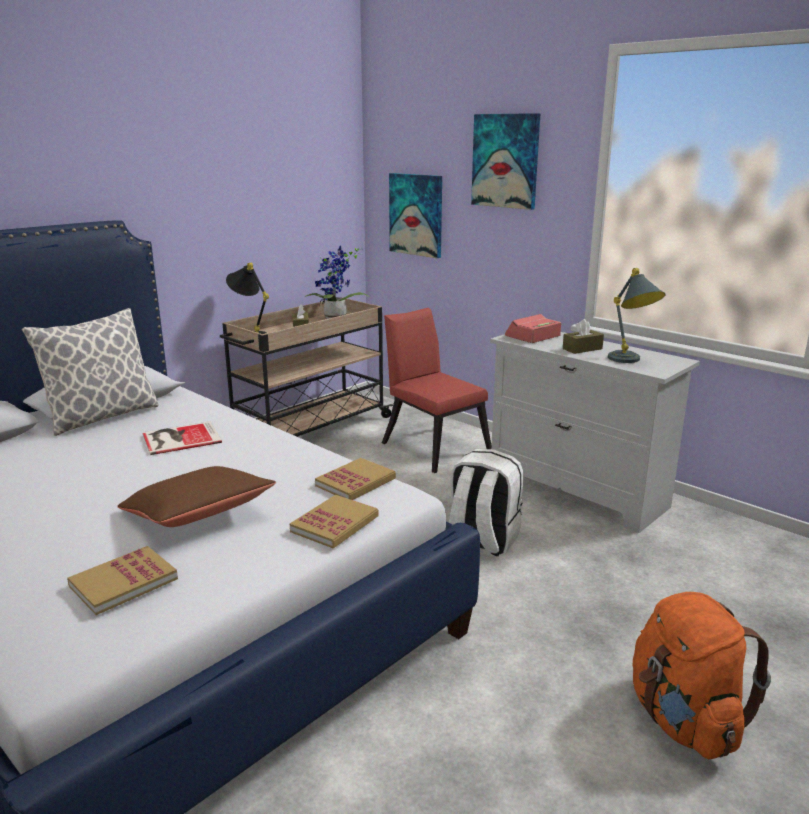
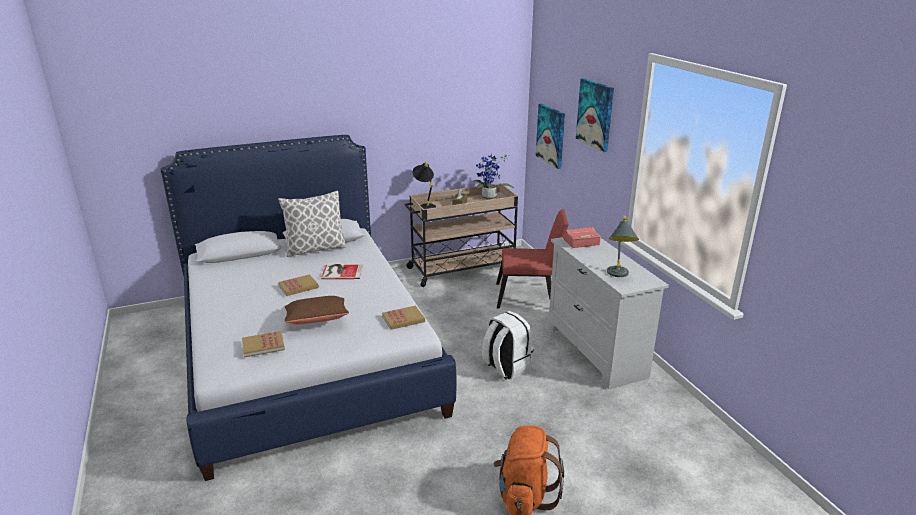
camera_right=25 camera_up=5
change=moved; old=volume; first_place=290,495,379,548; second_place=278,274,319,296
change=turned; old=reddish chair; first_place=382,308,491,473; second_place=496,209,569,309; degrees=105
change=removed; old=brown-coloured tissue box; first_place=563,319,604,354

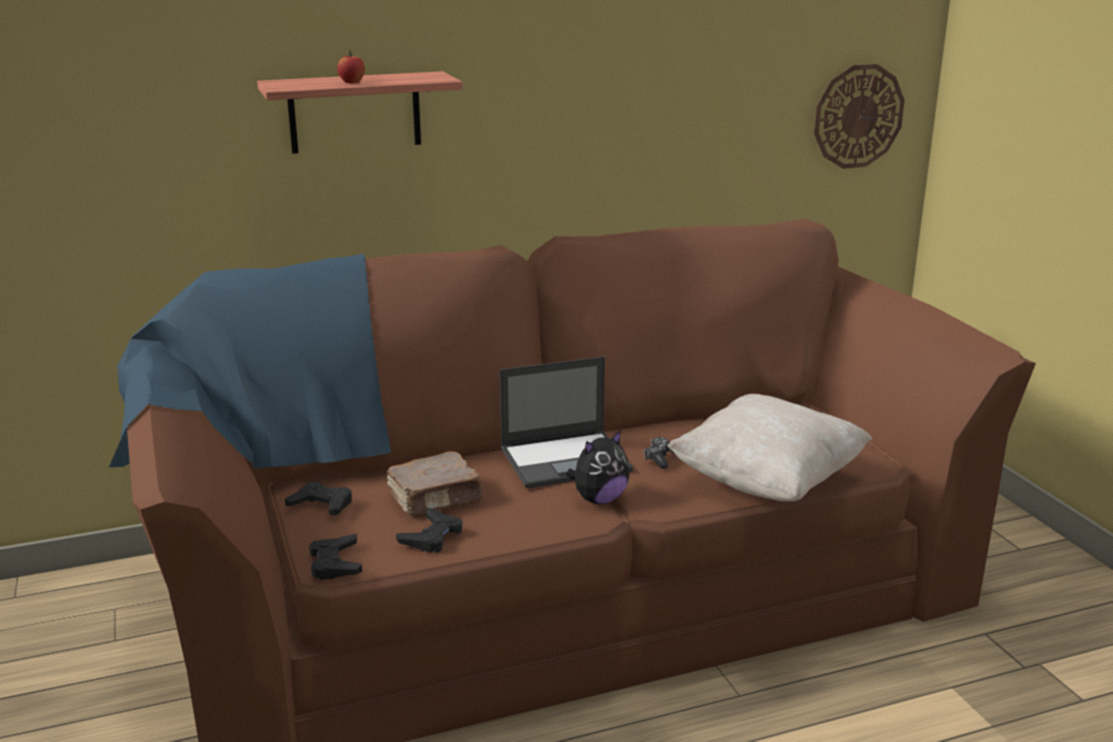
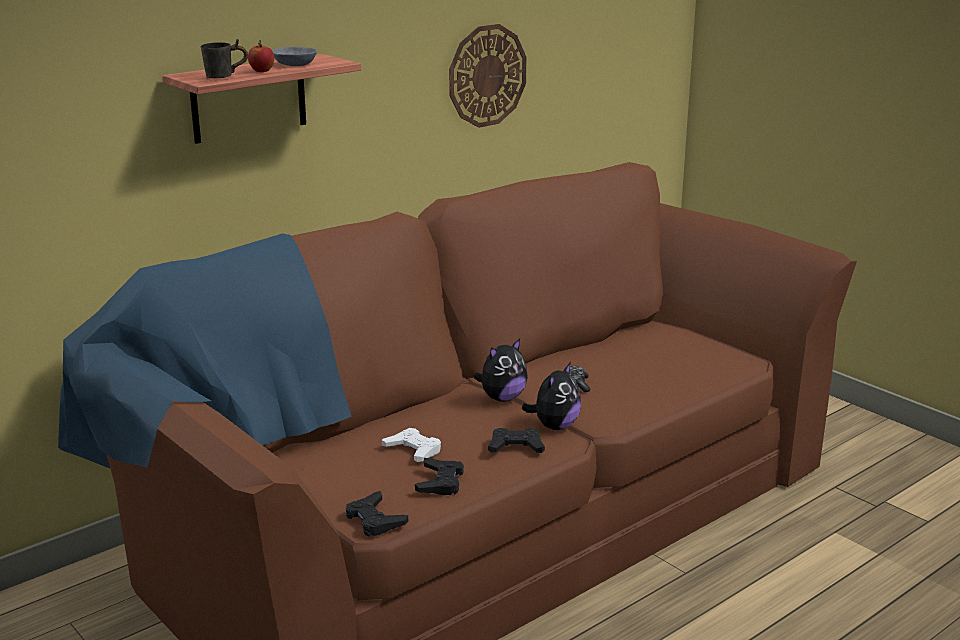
camera_right=-20 camera_up=0
change=moved; old=black game controller; first_place=285,482,352,516; second_place=488,428,545,453
change=replaced; old=brown-coloured volume; new=white-coloured game controller; first_place=387,451,483,515; second_place=382,428,441,462
change=replaced; old=laptop; new=cuddly toy; first_place=500,356,633,489; second_place=474,338,528,402
change=removed; old=sand-coloured cushion; first_place=667,394,872,501
change=moved; old=hanging clock; first_place=814,64,905,169; second_place=449,24,527,128
change=added; new=grey coffee mug; second_place=201,39,248,78
change=added; new=grey bowl; second_place=272,47,317,66

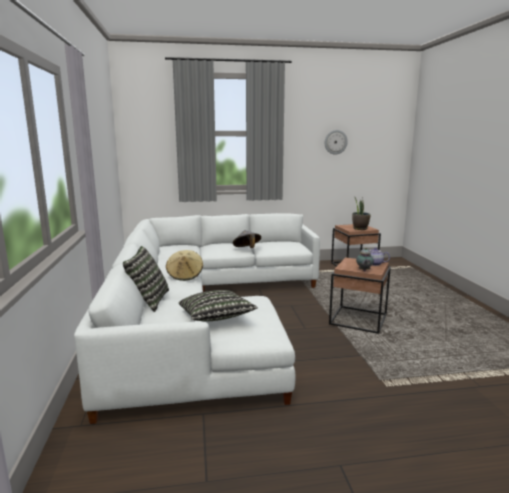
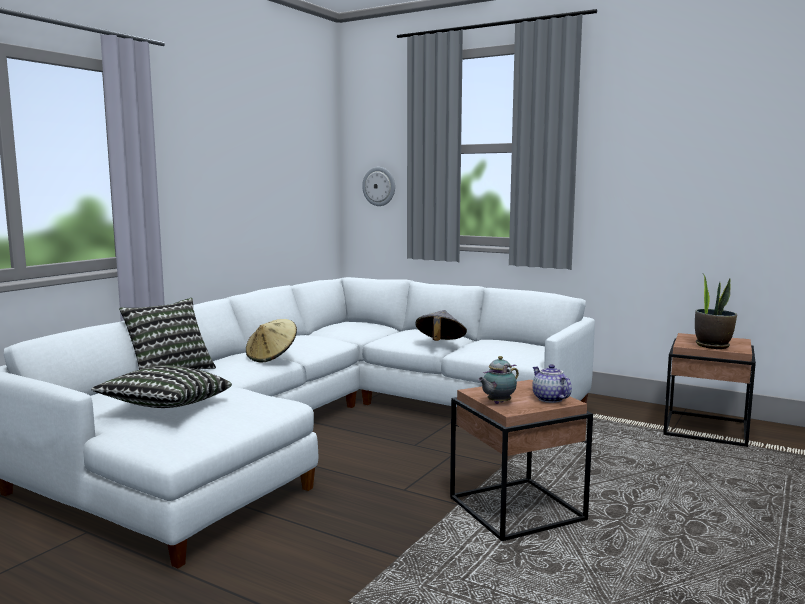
camera_right=40 camera_up=-5
change=moved; old=hanging clock; first_place=325,130,348,155; second_place=362,167,395,206

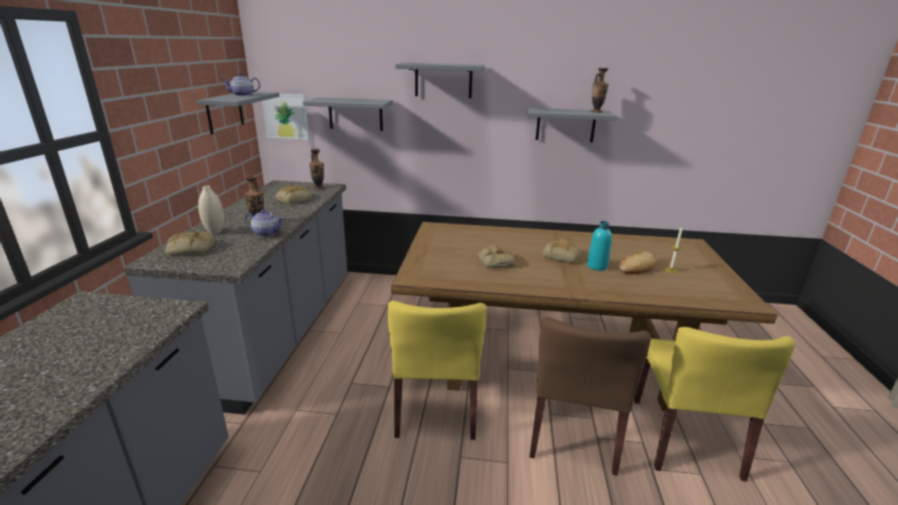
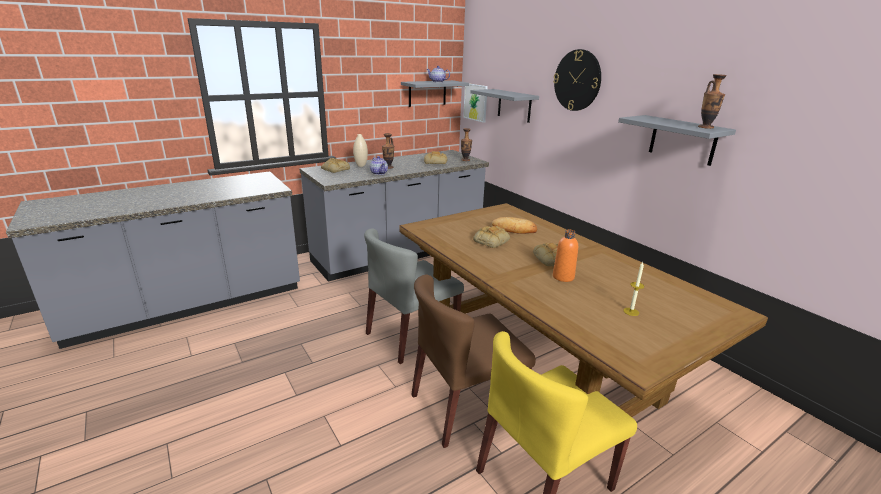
camera_right=50 camera_up=0
change=recoloured; old=yellow-coloured chair; new=grey chair; first_place=388,301,487,440; second_place=364,228,464,364
change=replaced; old=grey bracket shelf; new=hanging clock; first_place=395,63,485,98; second_place=553,49,601,111
change=recoloured; old=blue-green drink bottle; new=orange drink bottle; first_place=587,221,612,271; second_place=553,229,578,282
change=moved; old=baked bread; first_place=619,252,657,274; second_place=492,217,537,234

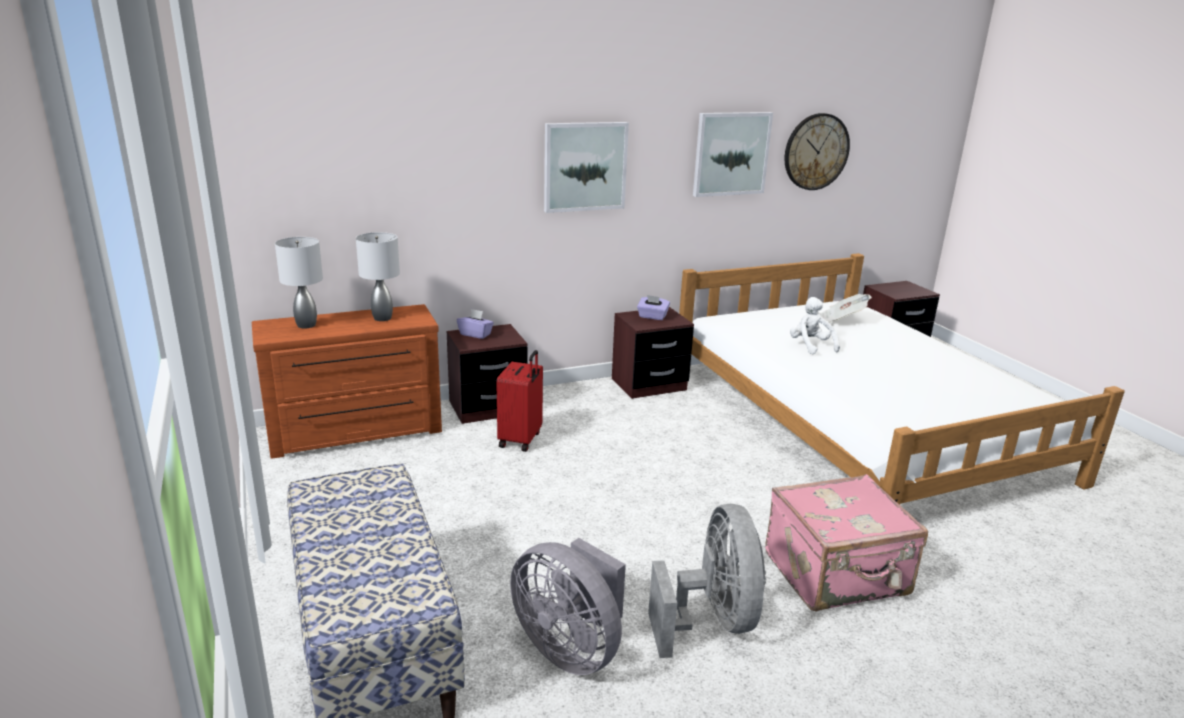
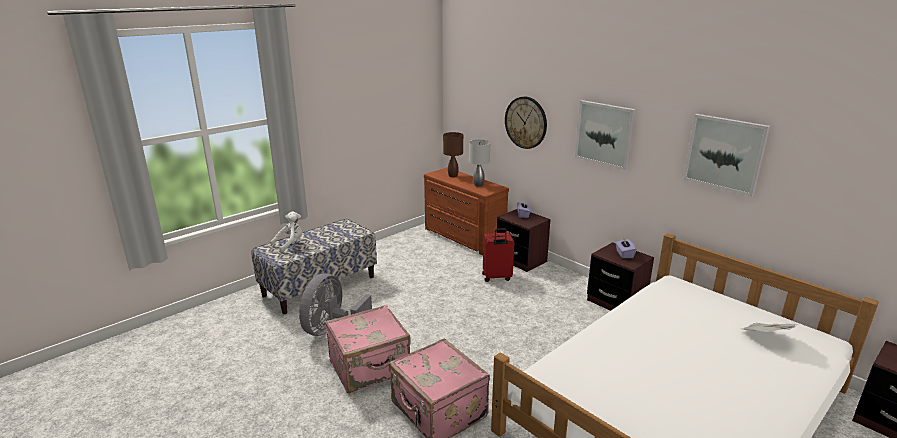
camera_right=70 camera_up=0
change=recoloured; old=grey tabletop lamp; new=brown-coloured tabletop lamp; first_place=275,237,323,329; second_place=443,132,463,177
change=replaced; old=grey cooling fan; new=pink-coloured piece of luggage; first_place=648,504,766,658; second_place=325,305,411,393
change=moved; old=hanging clock; first_place=785,113,850,190; second_place=505,97,547,149
change=moved; old=white-coloured cuddly toy; first_place=790,297,840,355; second_place=271,211,303,252

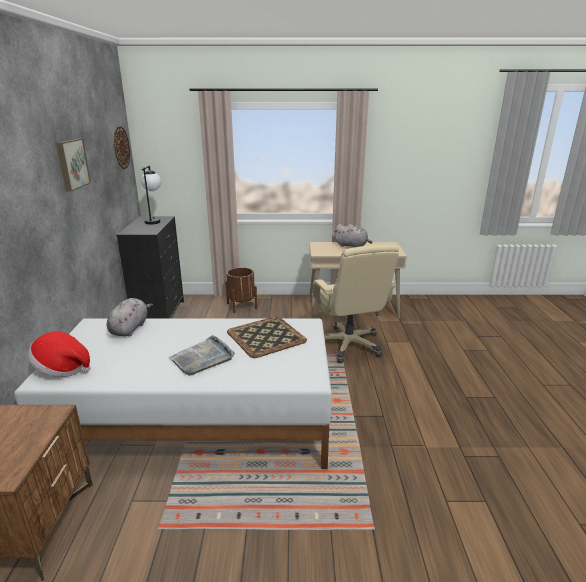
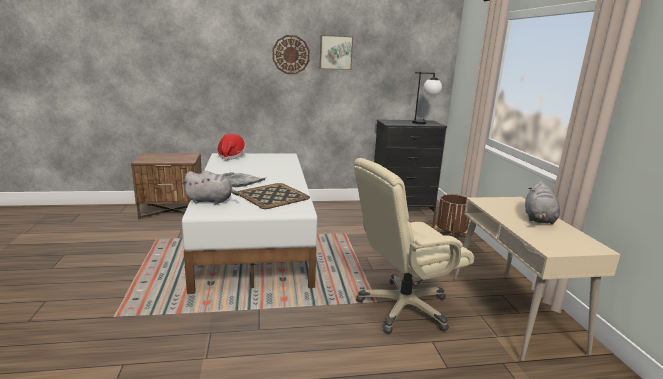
camera_right=80 camera_up=-5
change=moved; old=grey cuddly toy; first_place=107,298,153,336; second_place=182,171,239,205
change=moved; old=hanging clock; first_place=114,126,130,169; second_place=272,35,310,74

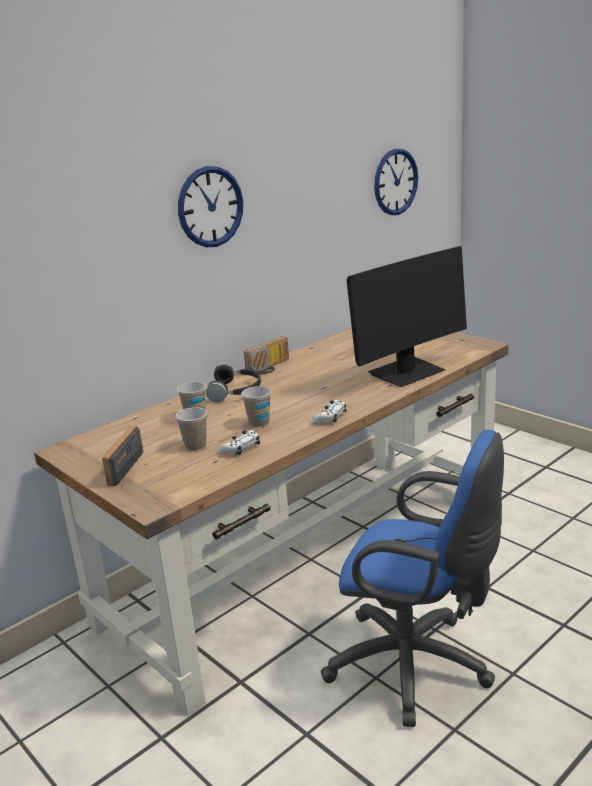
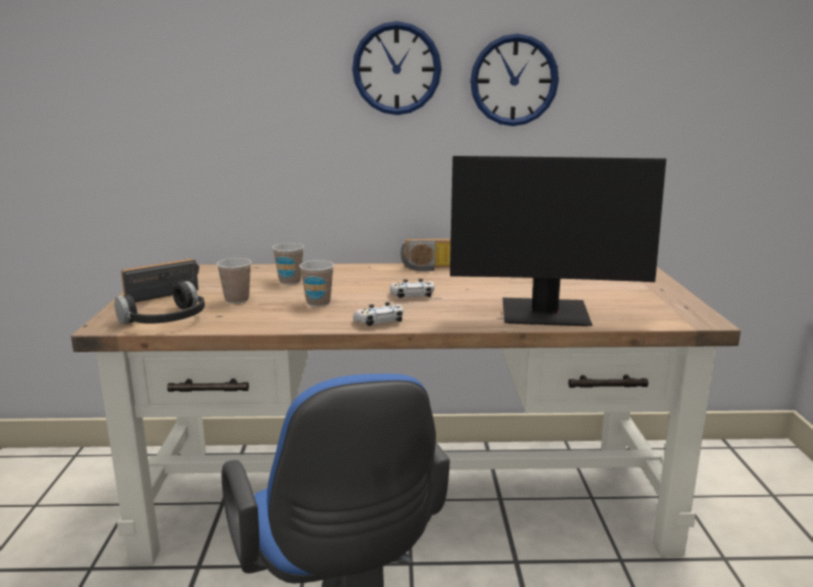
camera_right=40 camera_up=-5
change=moved; old=black pair of headphones; first_place=206,363,261,403; second_place=114,281,205,324
change=moved; old=white-coloured game controller; first_place=218,430,260,455; second_place=390,279,435,298
change=moved; old=hanging clock; first_place=374,149,418,215; second_place=470,34,559,126

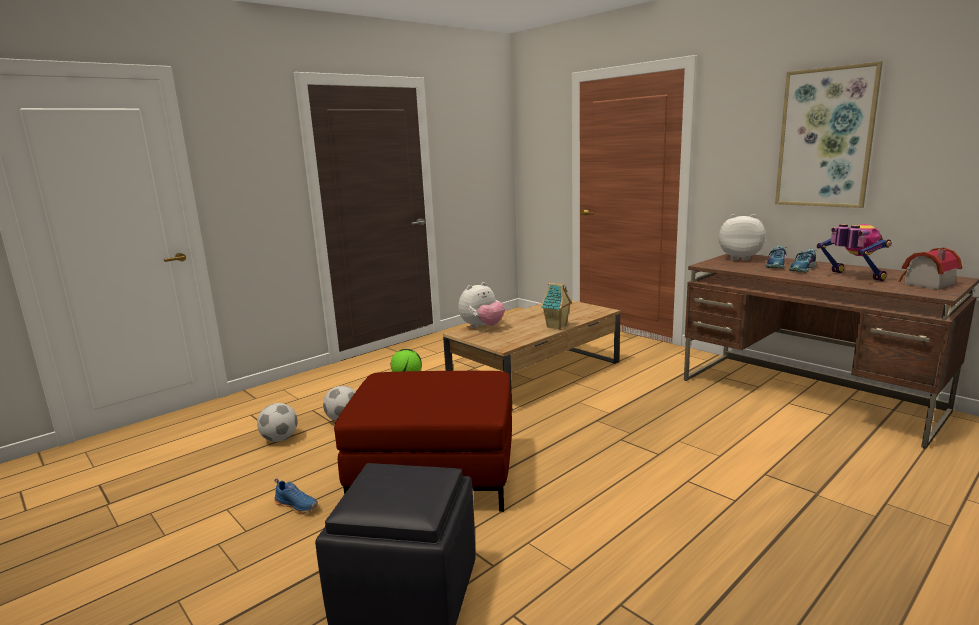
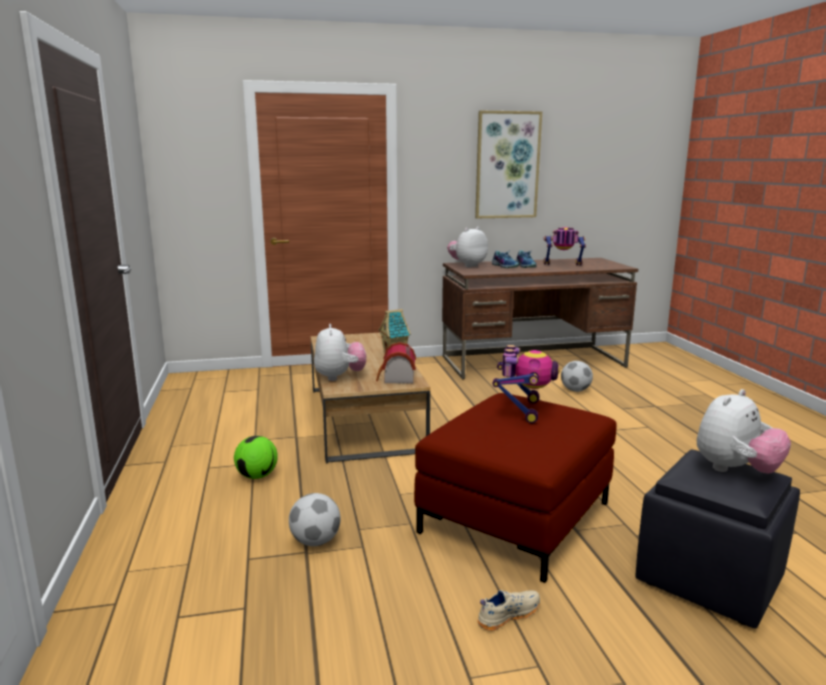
camera_right=-60 camera_up=0
change=moved; old=football; first_place=257,403,298,442; second_place=561,361,593,392
change=recoloured; old=bluish shoe; new=sand-coloured shoe; first_place=274,478,318,514; second_place=477,590,540,631
change=moved; old=toy house; first_place=898,247,962,290; second_place=376,342,416,383
change=added; new=toy robot; second_place=492,345,560,423
change=added; new=cuddly toy; second_place=697,389,791,474

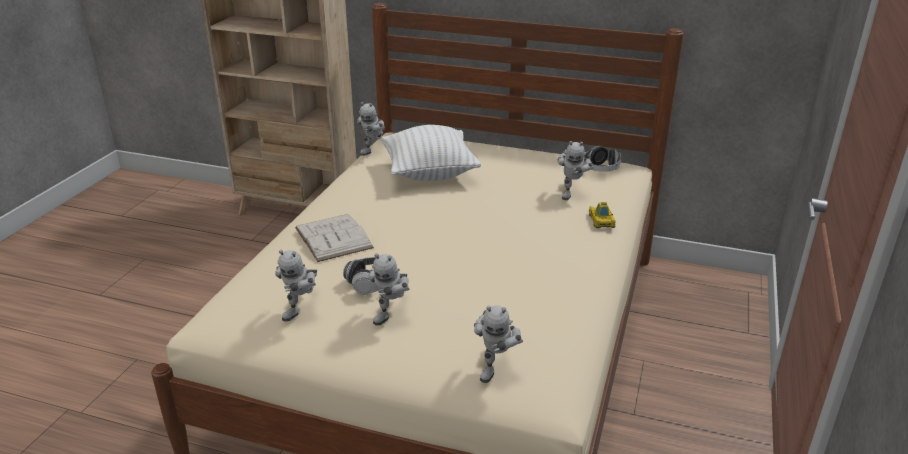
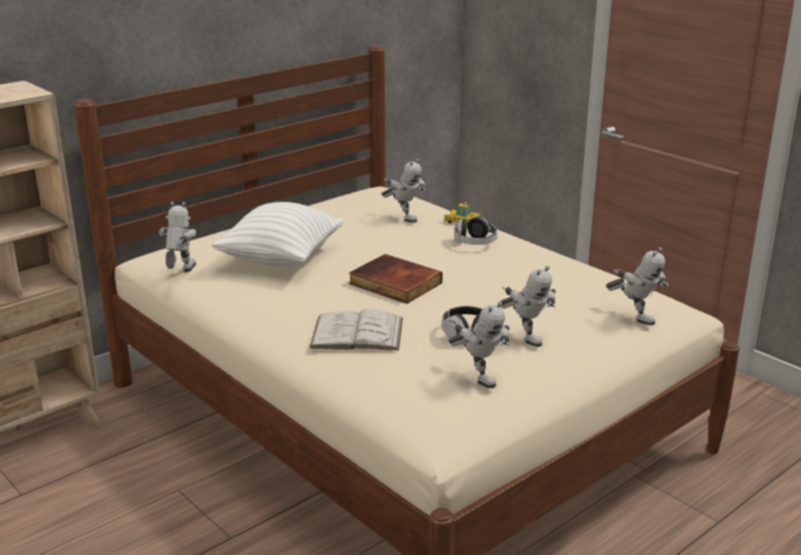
camera_right=-60 camera_up=-5
change=turned; old=toy robot; first_place=357,102,385,156; second_place=159,202,196,272; degrees=-135
change=moved; old=pair of headphones; first_place=584,146,621,172; second_place=454,216,497,245
change=added; new=volume; second_place=349,254,443,304

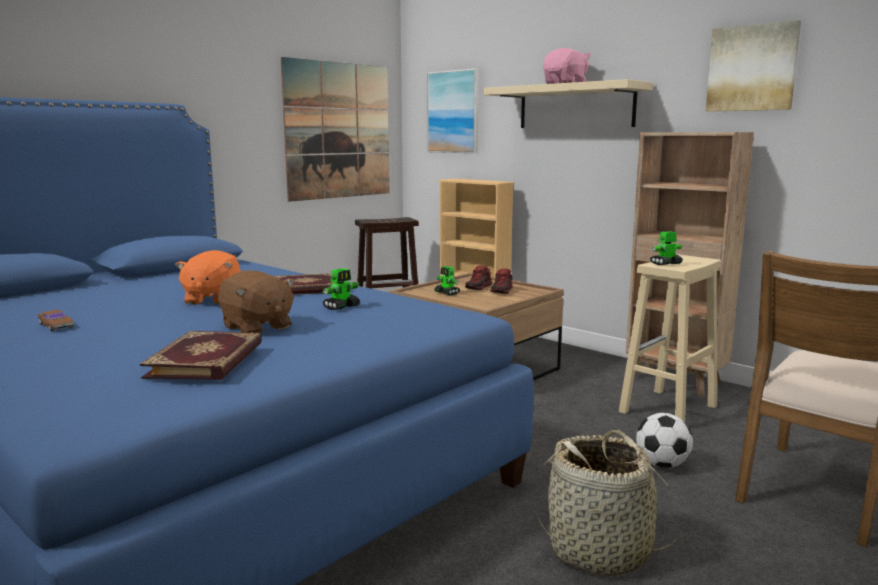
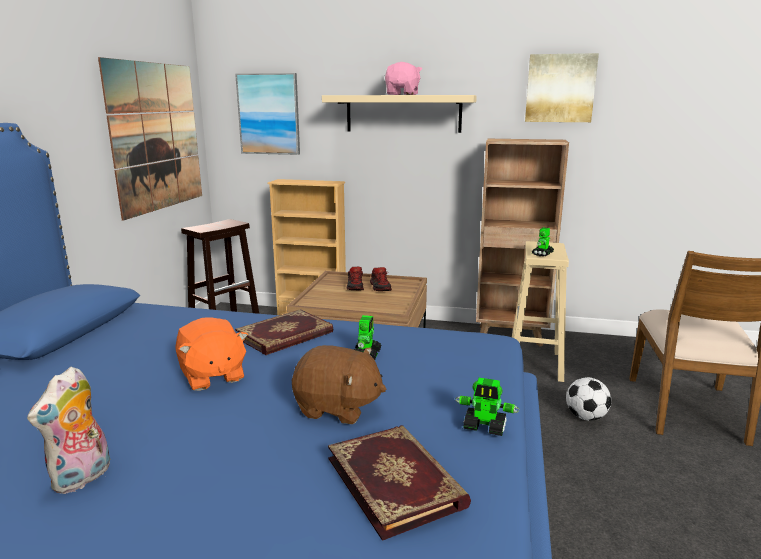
camera_right=-30 camera_up=5
change=replaced; old=brown-coloured model car; new=cuddly toy; first_place=38,310,74,331; second_place=27,367,110,494
change=moved; old=toy robot; first_place=434,266,460,295; second_place=455,378,520,436
change=removed; old=household basket; first_place=537,430,682,576

